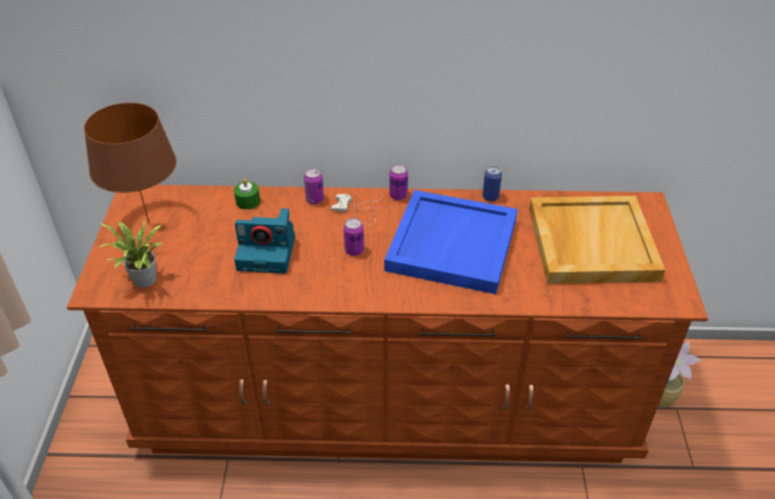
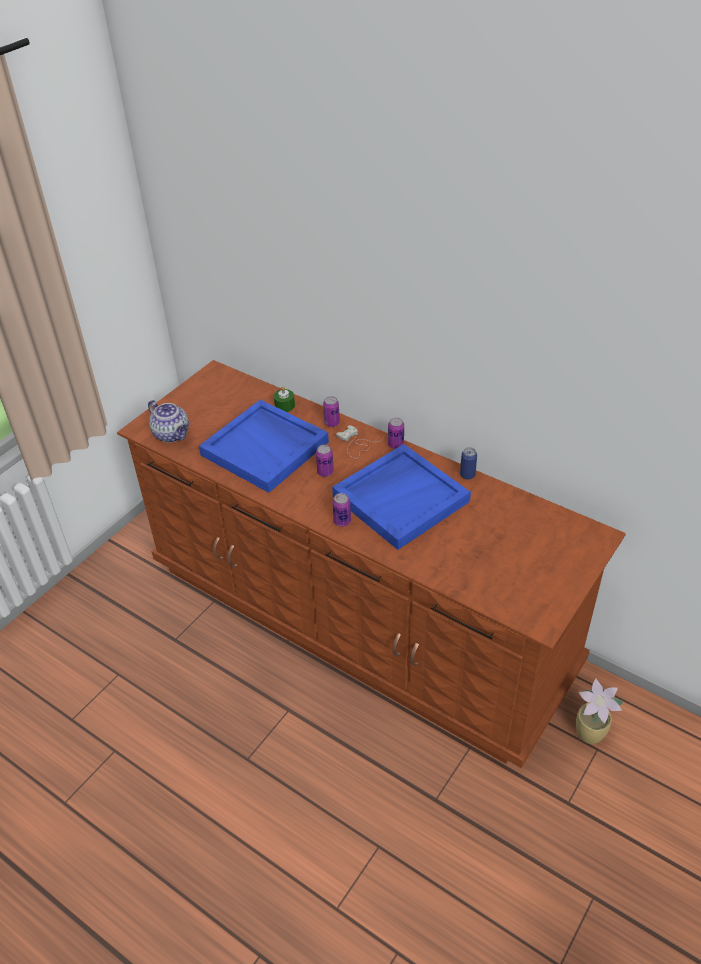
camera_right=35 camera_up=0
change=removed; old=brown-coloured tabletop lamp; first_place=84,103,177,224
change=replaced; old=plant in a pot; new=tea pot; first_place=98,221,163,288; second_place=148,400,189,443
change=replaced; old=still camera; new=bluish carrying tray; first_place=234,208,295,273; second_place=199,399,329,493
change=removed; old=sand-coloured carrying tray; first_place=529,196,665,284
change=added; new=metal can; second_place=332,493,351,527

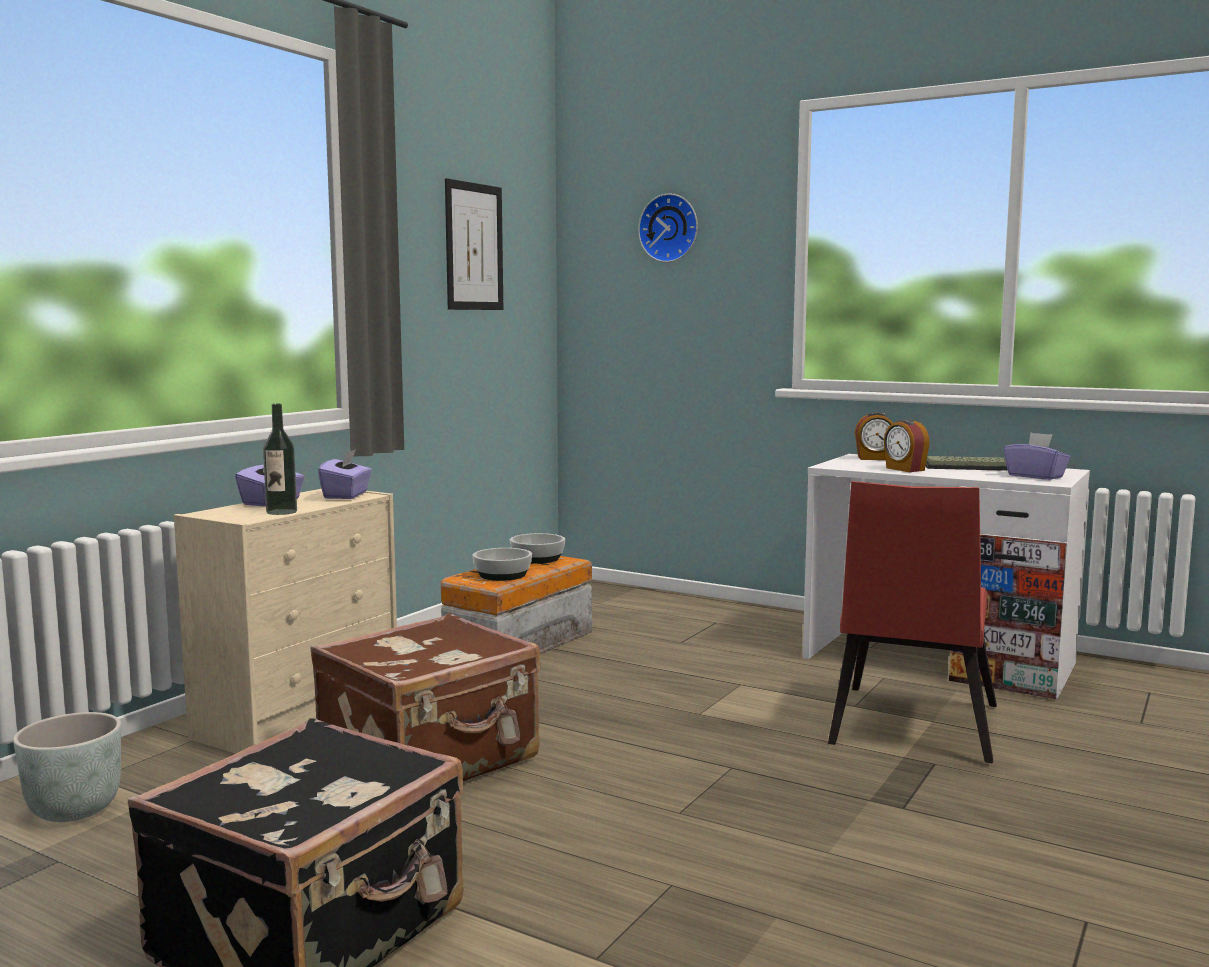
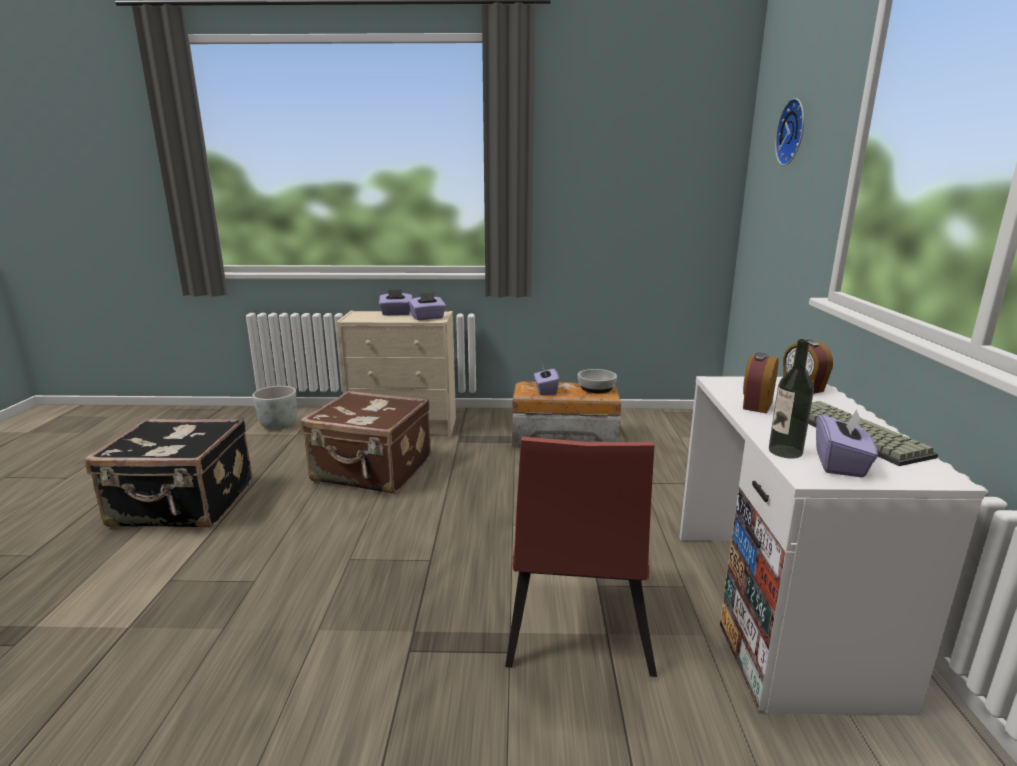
camera_right=60 camera_up=10
change=moved; old=drink bottle; first_place=263,404,297,515; second_place=769,339,814,459
change=removed; old=wall picture; first_place=445,178,503,310
change=replaced; old=bowl; new=purple-coloured tissue box; first_place=473,548,532,581; second_place=534,364,559,395
change=turned; old=reddish chair; first_place=828,481,997,763; second_place=505,437,657,677; degrees=-75

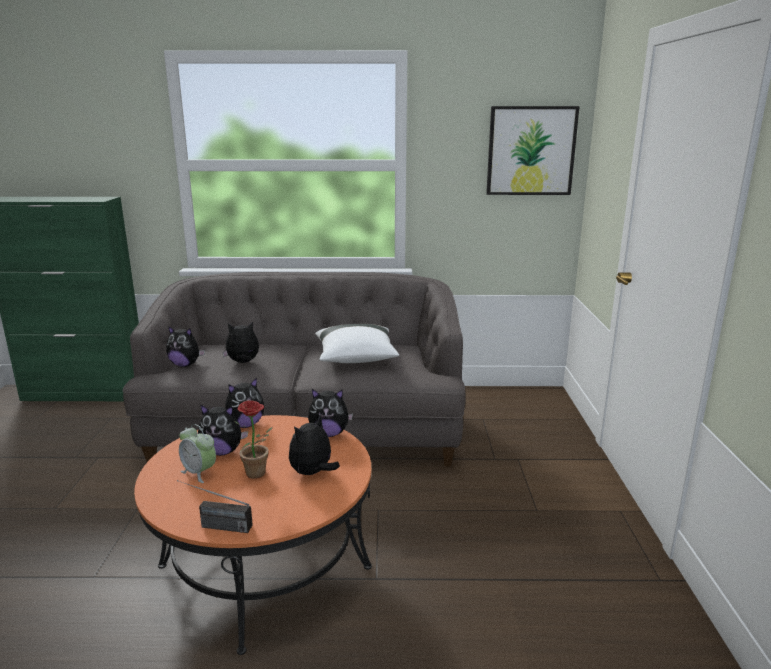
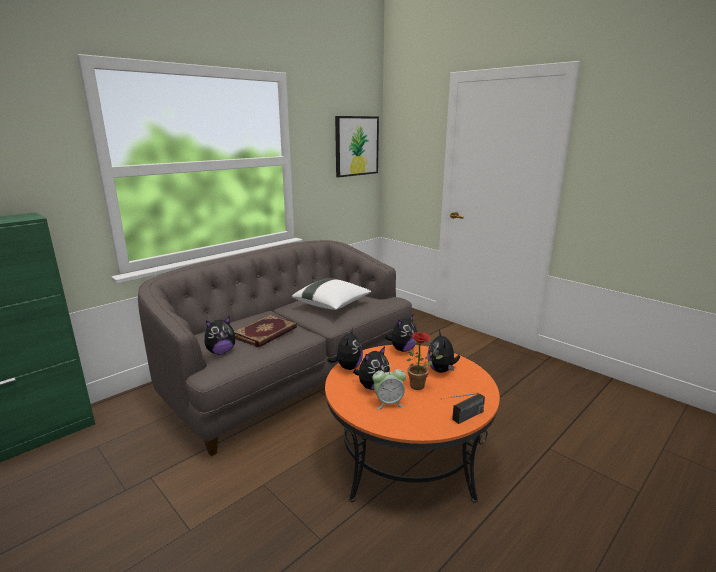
camera_right=-45 camera_up=0
change=replaced; old=cuddly toy; new=volume; first_place=222,322,259,363; second_place=234,314,297,348

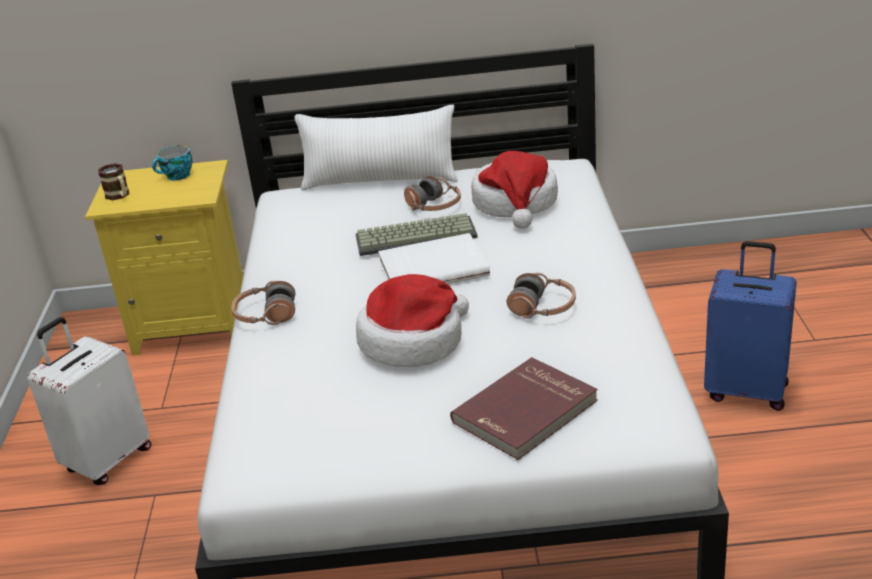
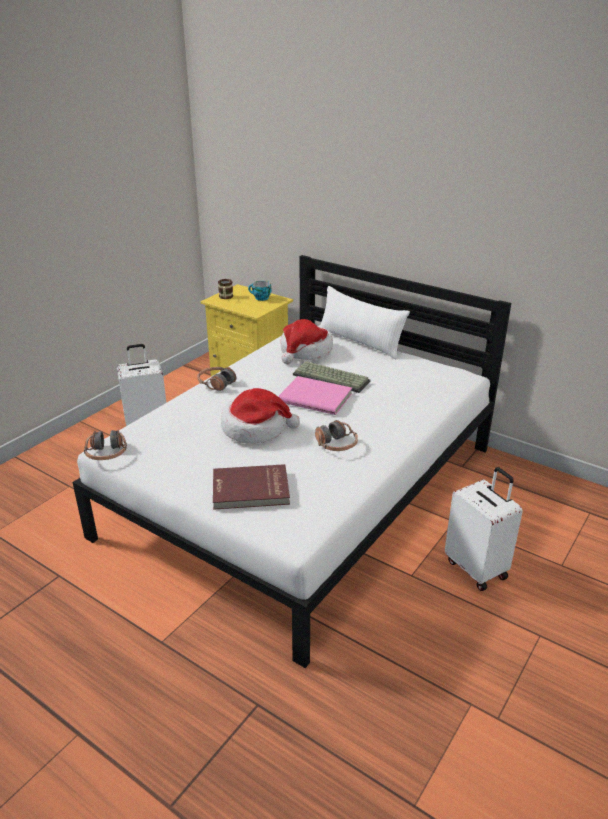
camera_right=35 camera_up=0
change=recoloured; old=white-coloured volume; new=pink-coloured volume; first_place=378,233,490,284; second_place=279,376,352,415
change=moved; old=pair of headphones; first_place=404,176,461,211; second_place=84,430,127,460
change=moved; old=clothing hat; first_place=471,151,558,229; second_place=281,319,333,364
change=recoloured; old=bluish piece of luggage; new=white-coloured piece of luggage; first_place=704,241,797,411; second_place=445,467,523,591

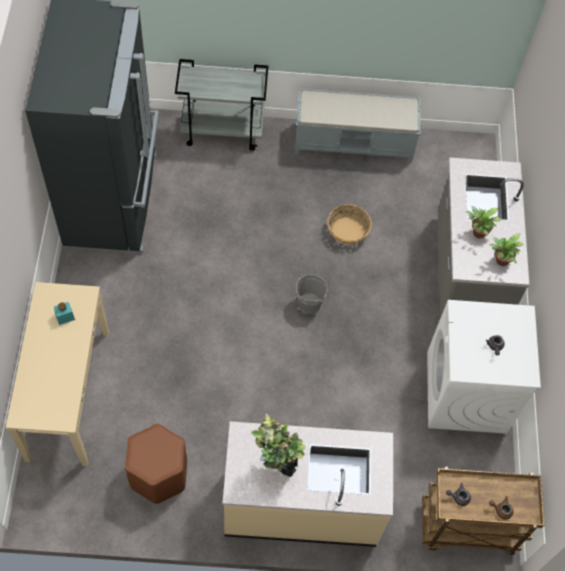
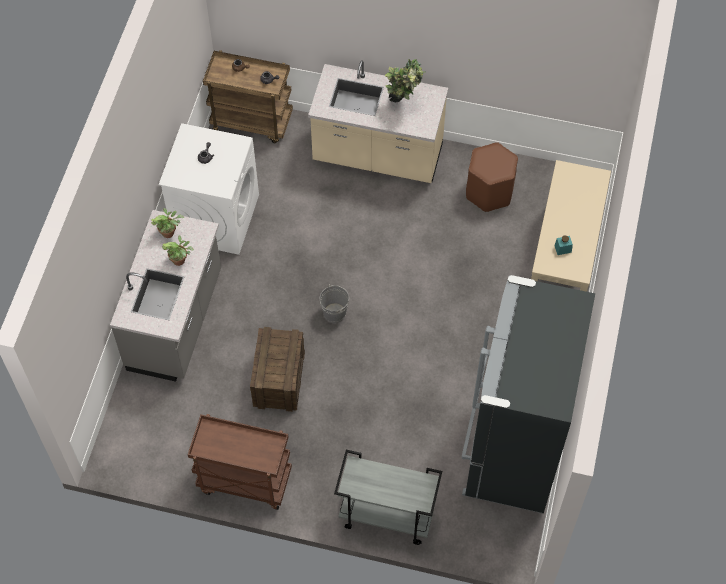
camera_right=-165 camera_up=0
change=replaced; old=grey long seat; new=brown-coloured cart; first_place=295,89,421,163; second_place=188,414,292,510
change=replaced; old=household basket; new=shipping crate; first_place=327,204,372,245; second_place=250,327,305,412

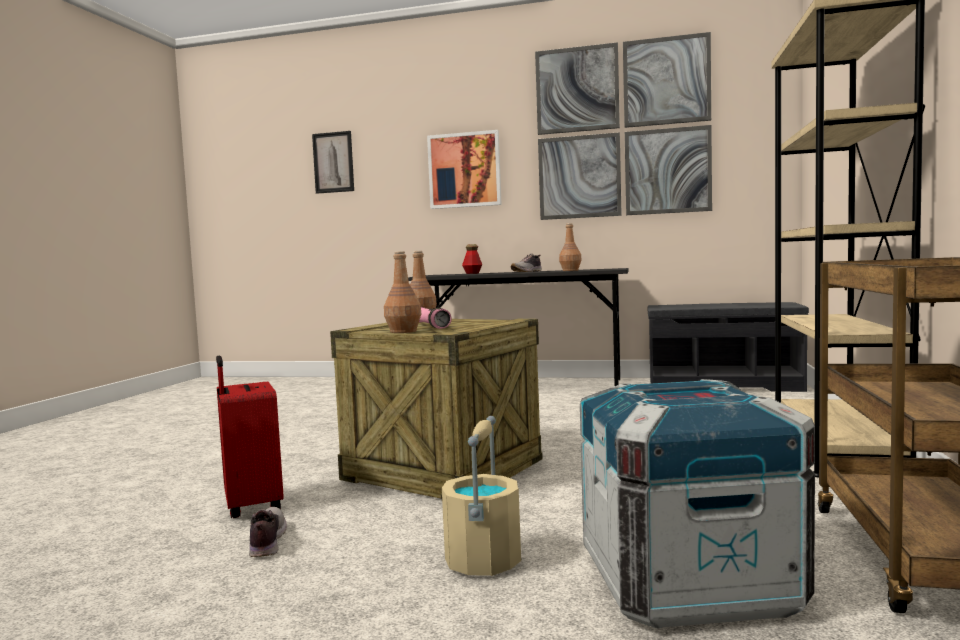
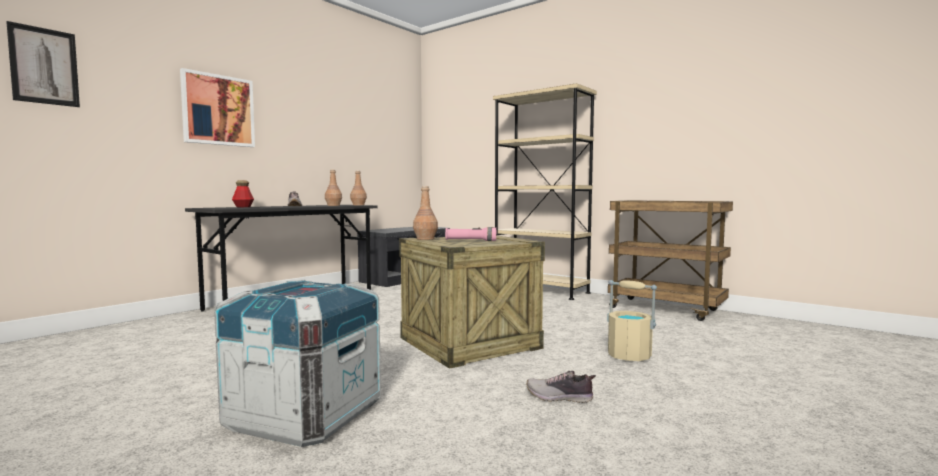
camera_right=-65 camera_up=0
change=removed; old=reddish piece of luggage; first_place=216,356,284,518
change=moved; old=brown-coloured drink bottle; first_place=384,251,421,333; second_place=350,171,367,205
change=removed; old=wall picture; first_place=535,32,712,220
change=moved; old=shipping crate; first_place=580,379,815,629; second_place=214,280,381,447

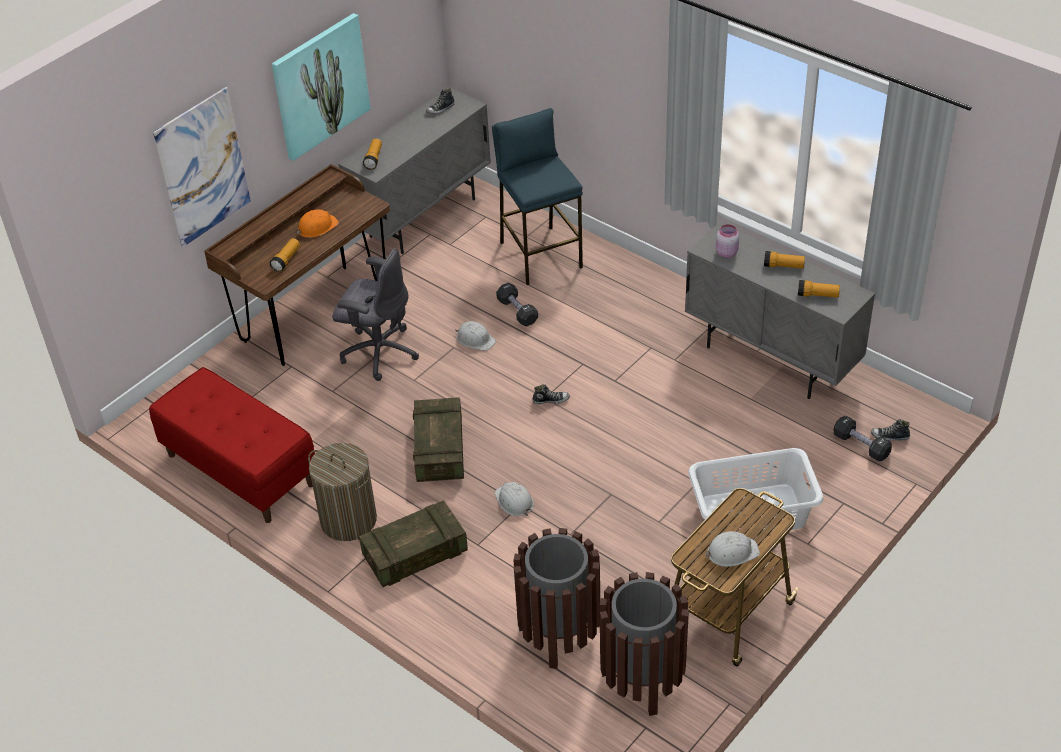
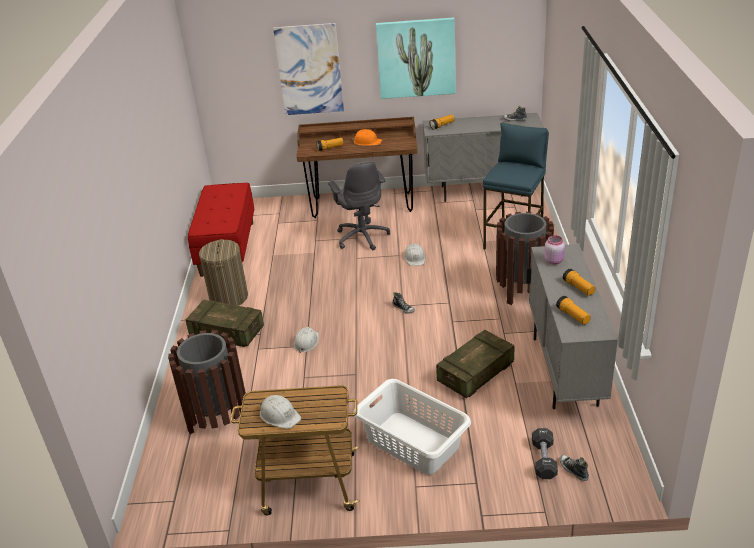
camera_right=50 camera_up=-10
change=moved; old=shipping crate; first_place=413,397,464,482; second_place=436,330,515,398
change=removed; old=black dumbbell; first_place=496,283,538,327
change=moved; old=brown-coloured rubbish bin; first_place=600,572,689,716; second_place=496,212,554,305

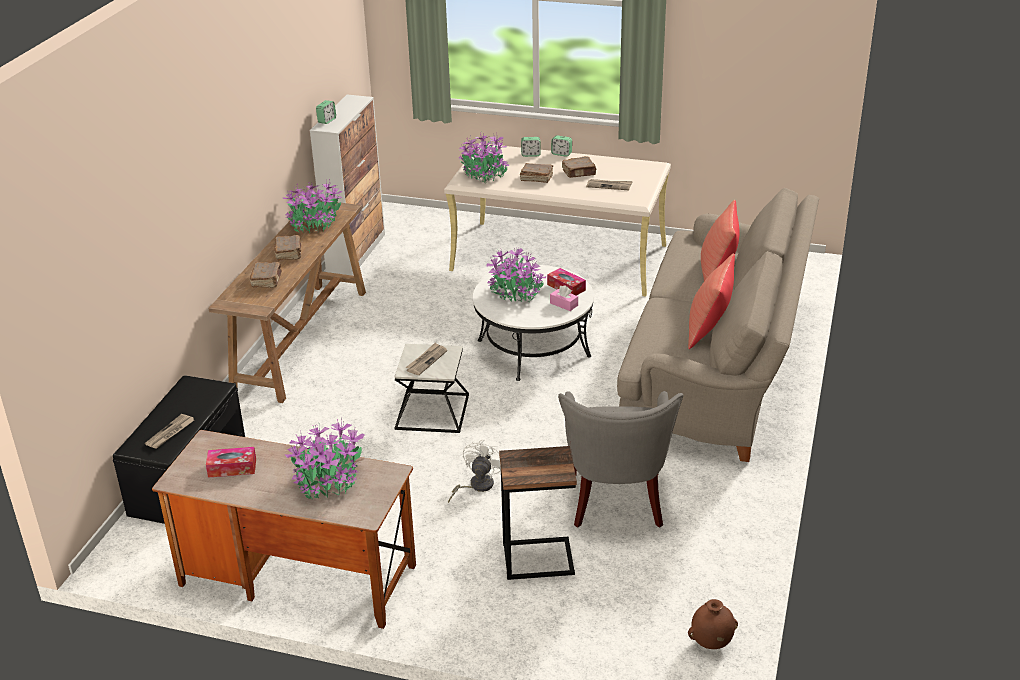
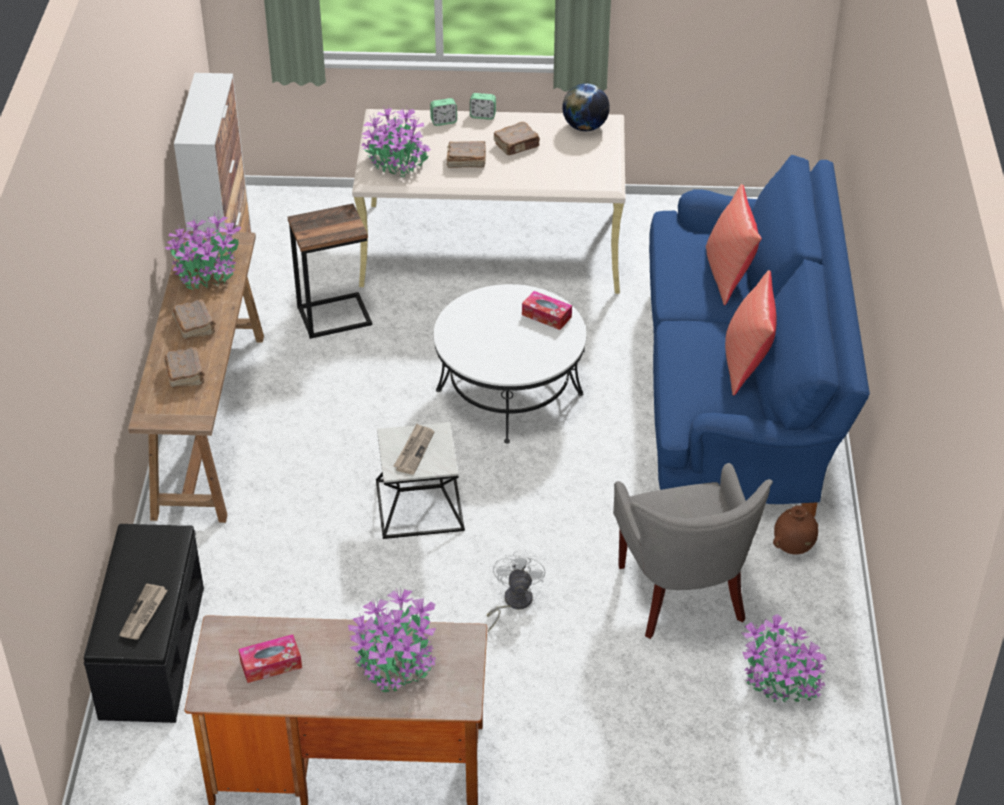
camera_right=-15 camera_up=10
change=removed; old=alarm clock; first_place=316,100,336,124
change=moved; old=plant in a pot; first_place=486,248,546,302; second_place=742,614,826,703
change=moved; old=side table; first_place=499,446,577,580; second_place=288,204,372,339
change=removed; old=pink-coloured tissue box; first_place=550,285,578,311
change=removed; old=daily paper; first_place=586,179,633,190
change=recoloured; old=sand-coloured sofa; new=bluish sofa; first_place=617,188,819,462; second_place=649,155,870,517
change=moved; old=brown-coloured decorative vase; first_place=688,599,738,649; second_place=773,505,818,554
change=added; new=globe; second_place=562,83,610,131

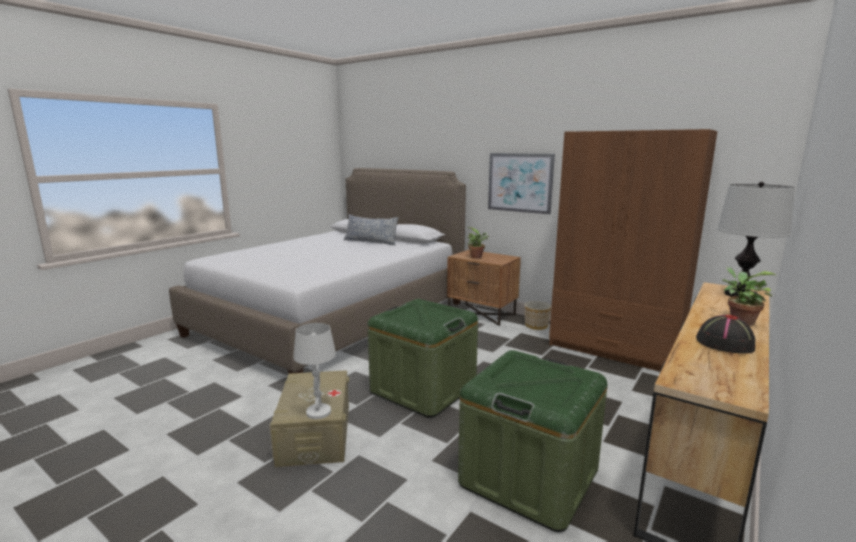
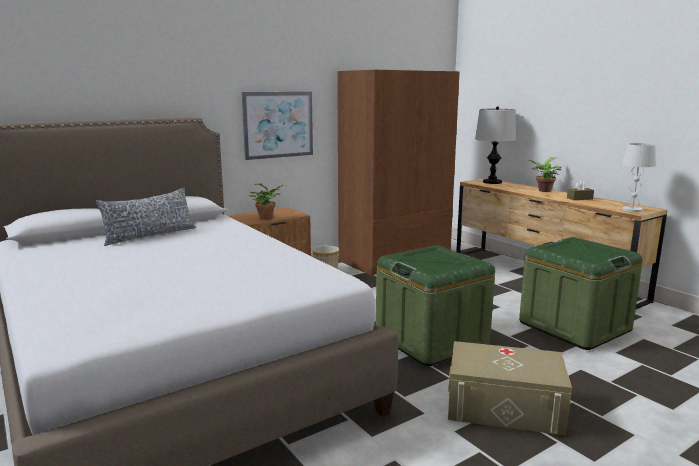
camera_right=-70 camera_up=0
change=moved; old=white-coloured tabletop lamp; first_place=293,323,336,419; second_place=622,143,656,212
change=replaced; old=black clothing hat; new=brown-coloured tissue box; first_place=696,315,756,354; second_place=567,180,594,200

